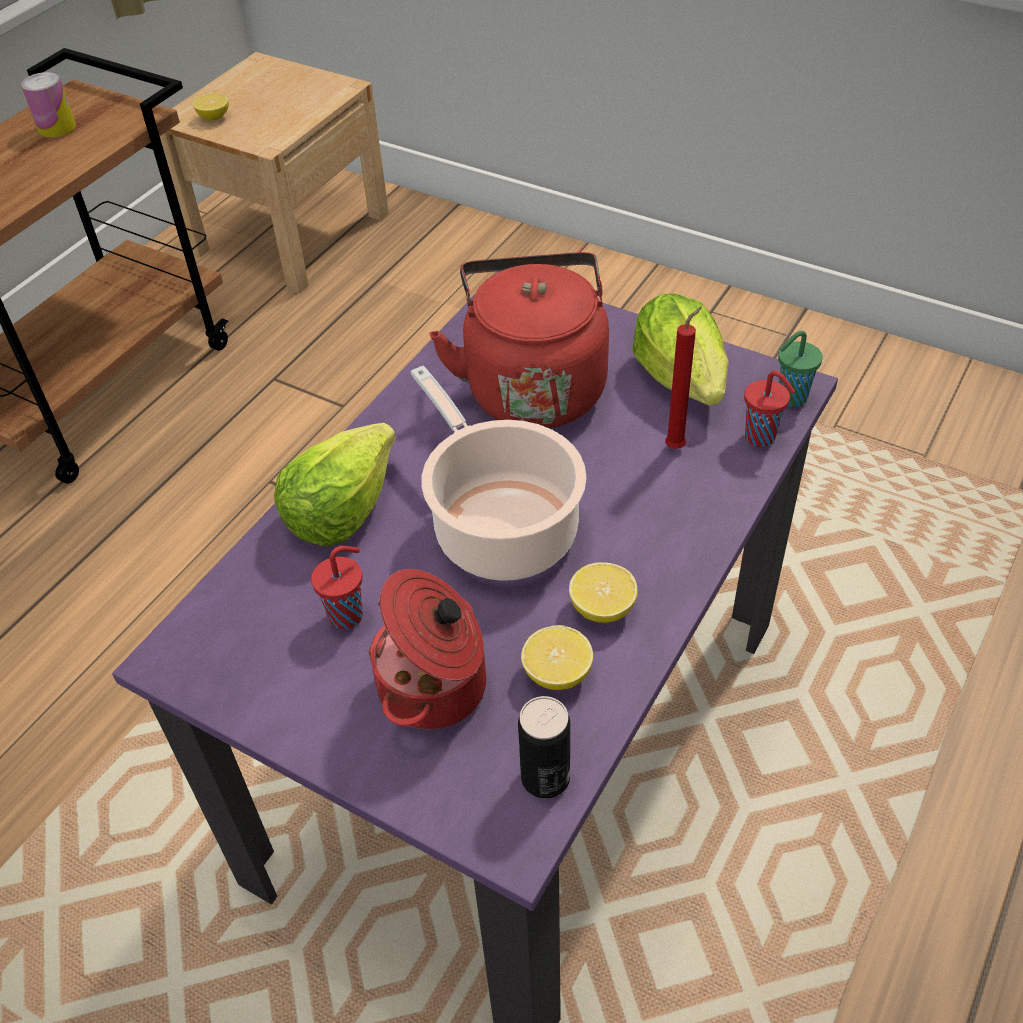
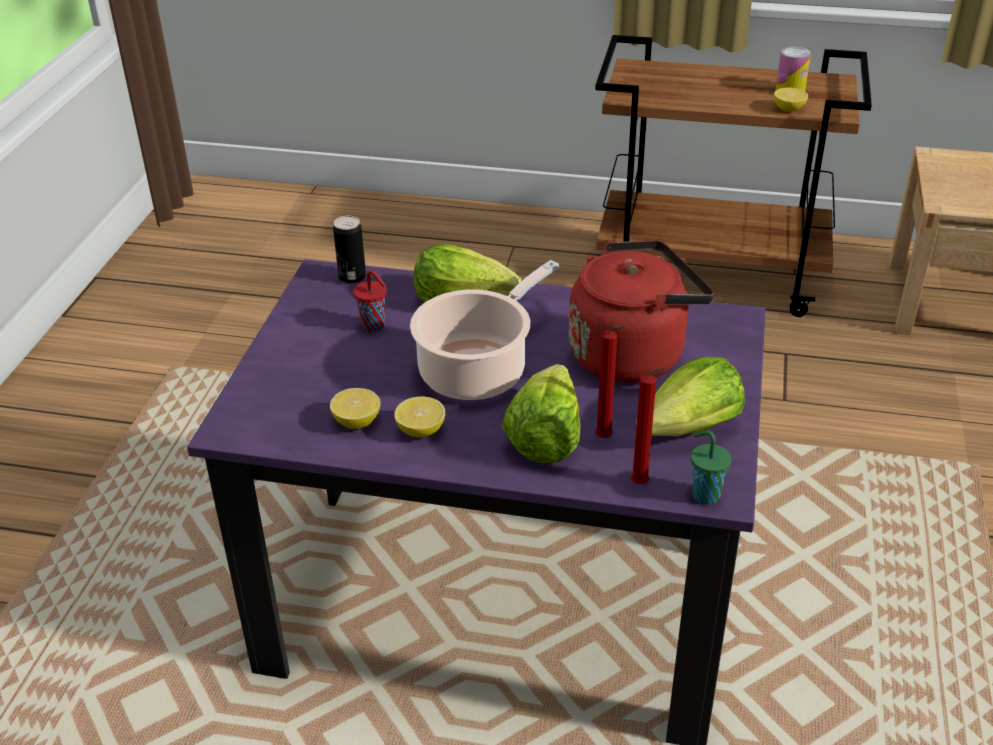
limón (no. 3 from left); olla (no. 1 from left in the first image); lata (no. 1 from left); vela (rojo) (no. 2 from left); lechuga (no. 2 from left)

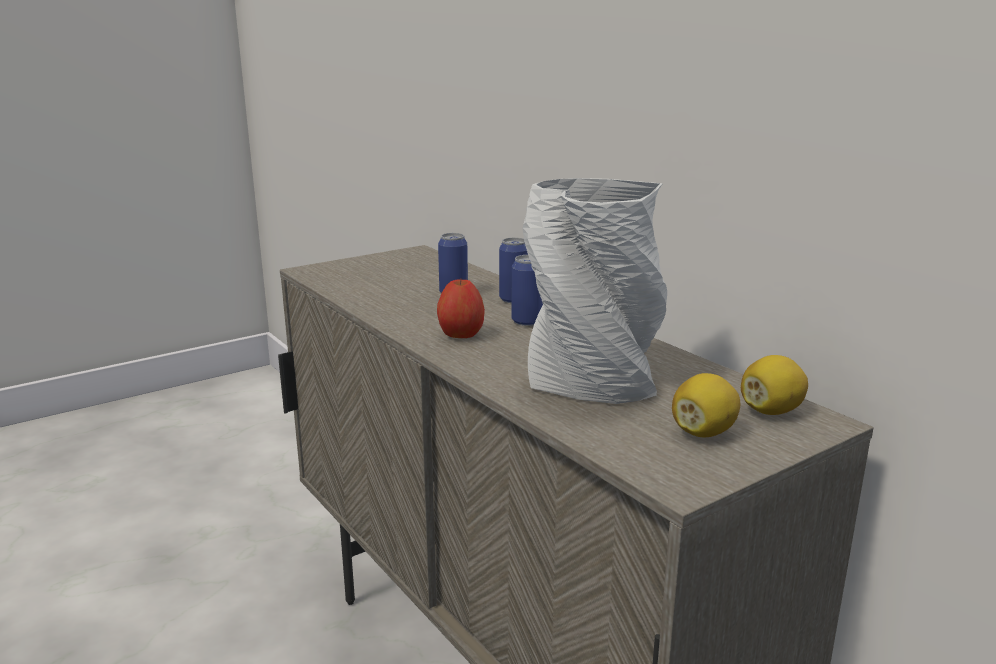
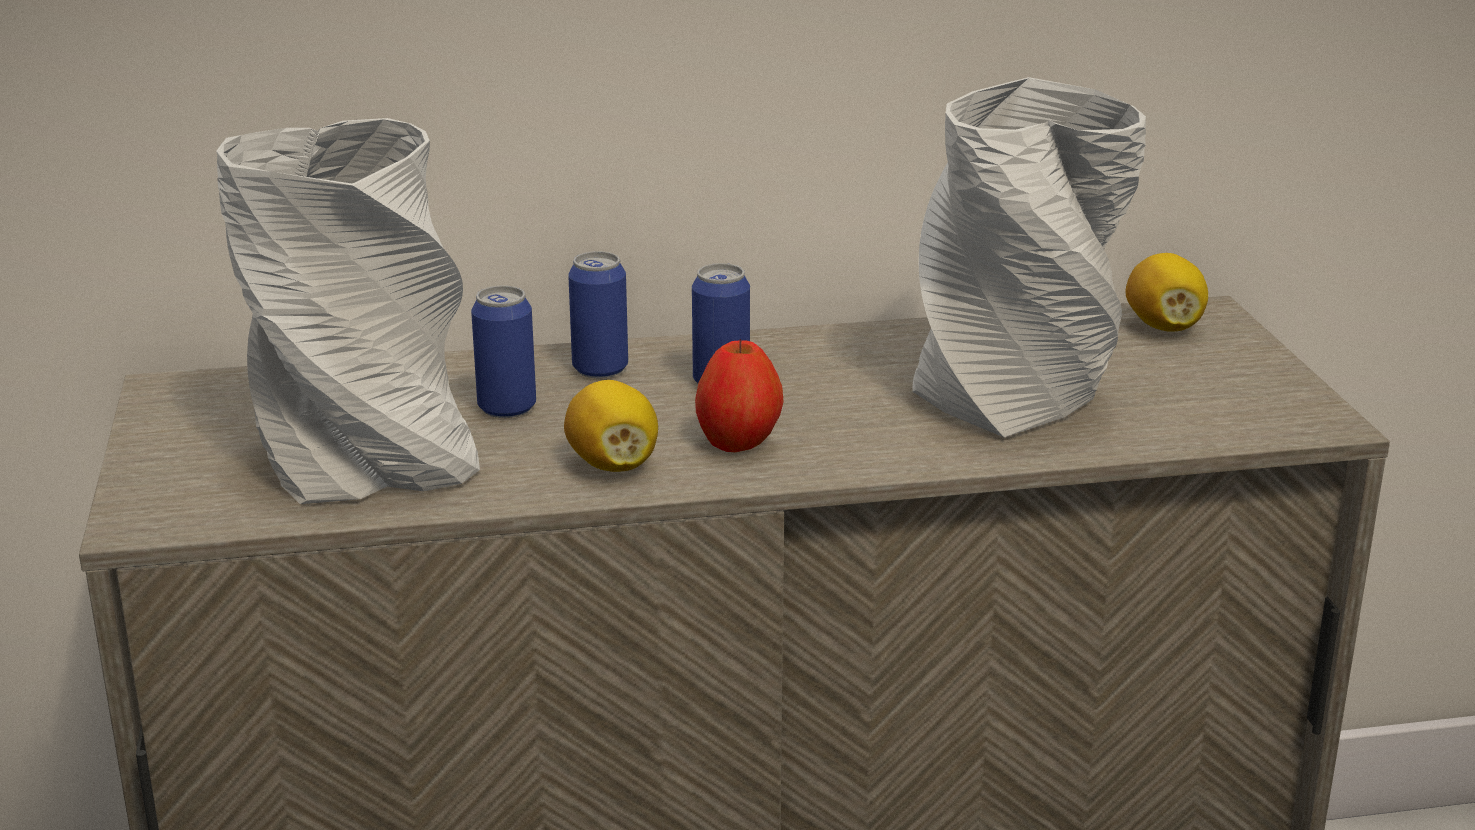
limón (no. 1 from left); florero (gris) (no. 1 from left)

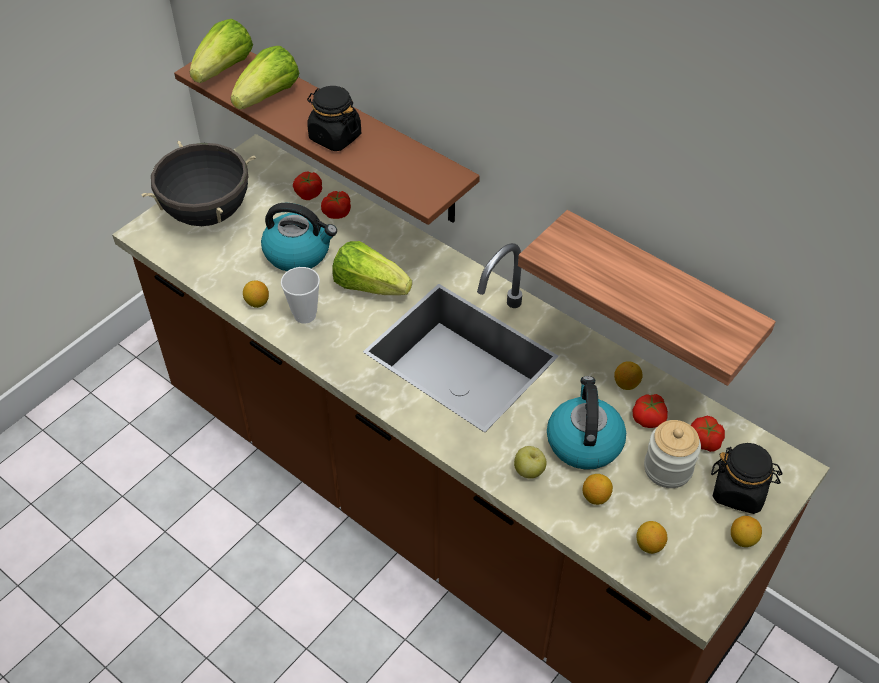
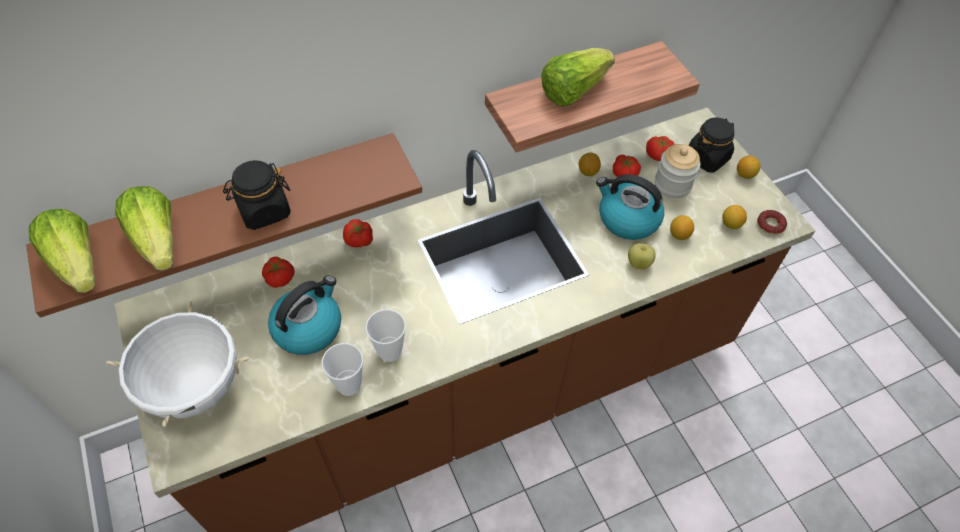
olla (blanco); taza (no. 1 from left); tomate (no. 2 from left); lechuga (no. 3 from left); rosquilla

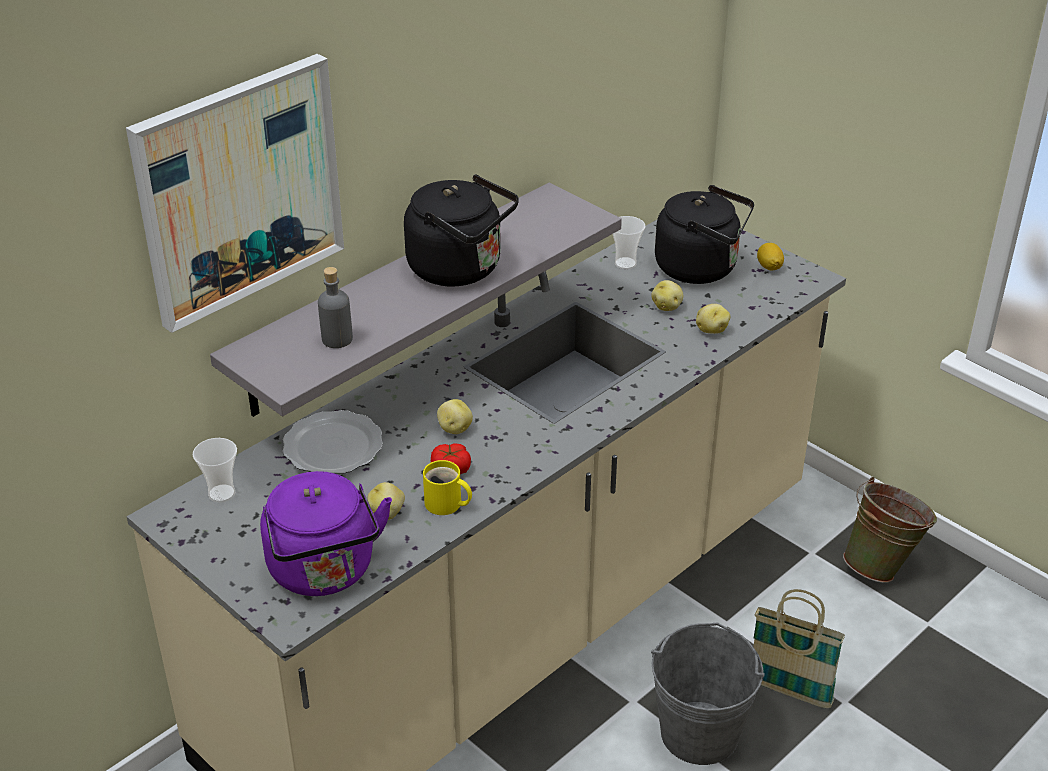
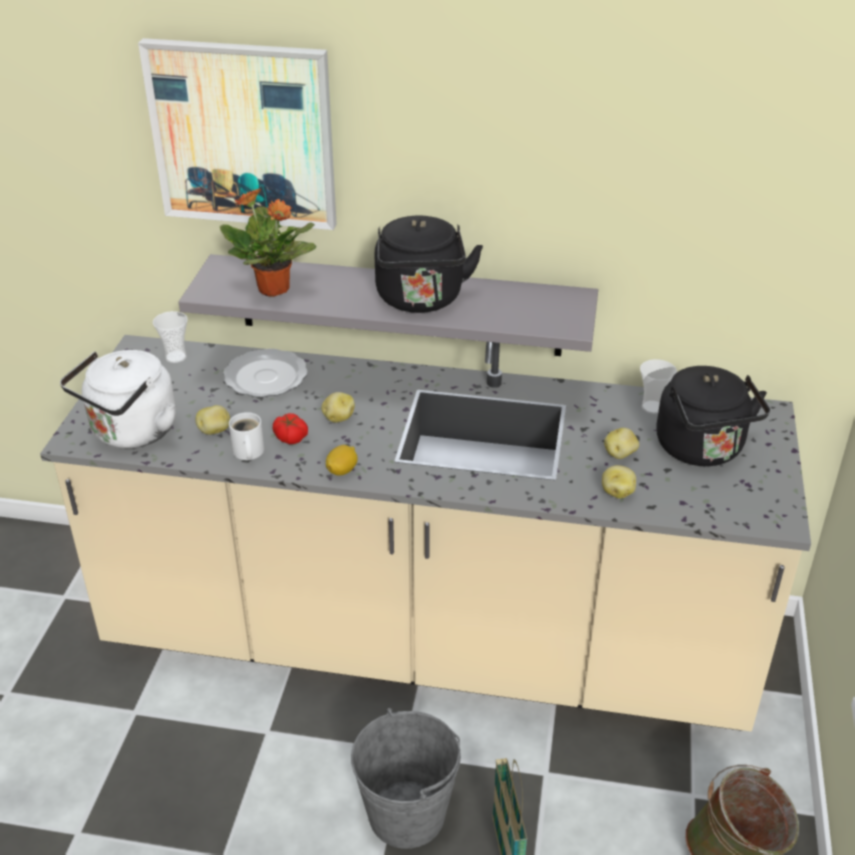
hervidor (blanco); planta en maceta; taza grande (blanco); limón

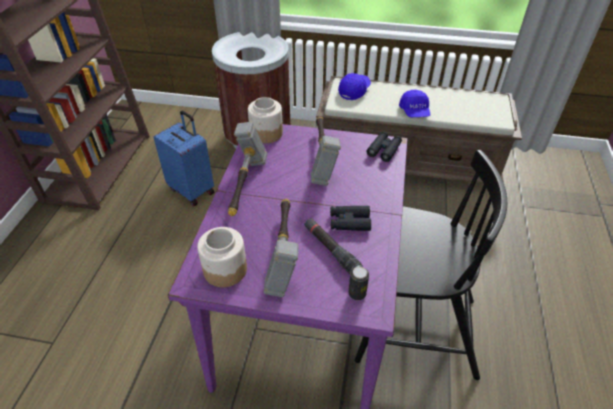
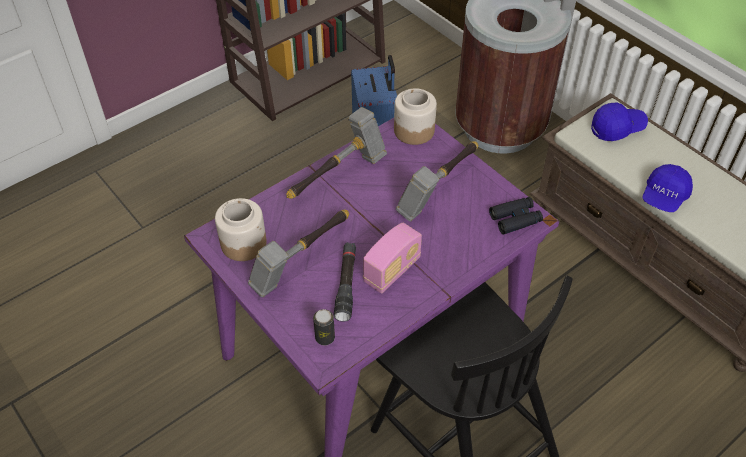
radio

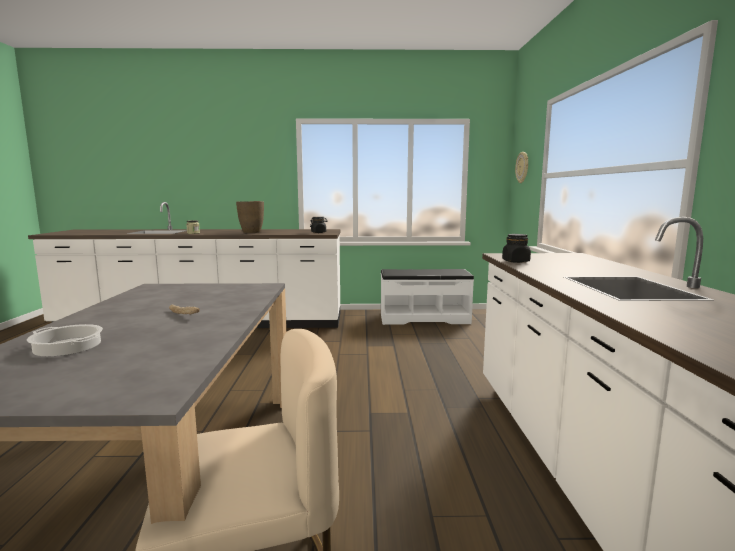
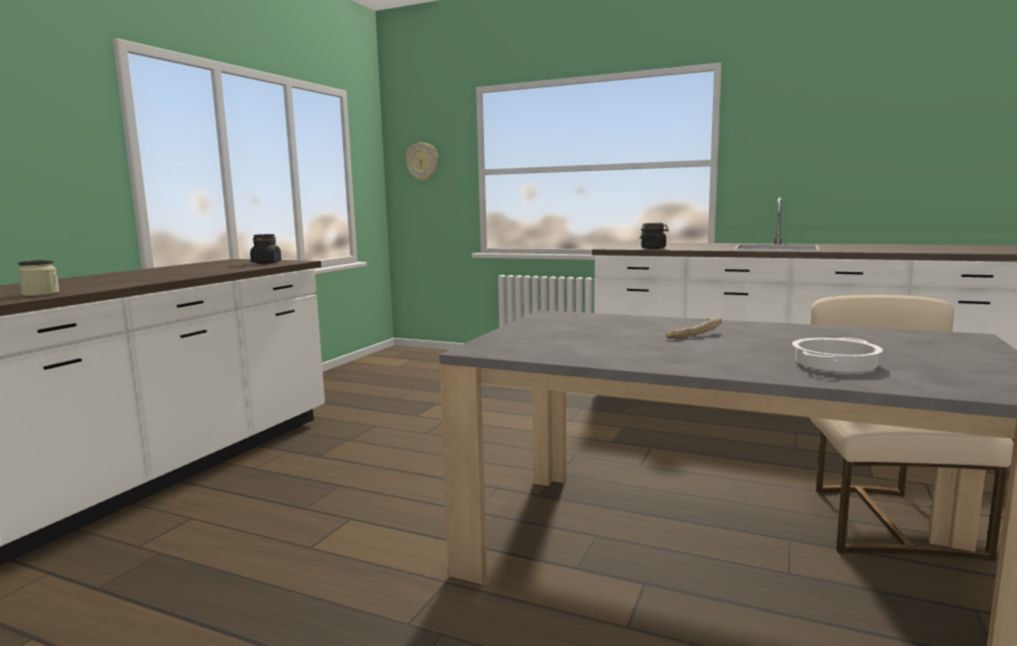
florero (marrón); banco (blanco)

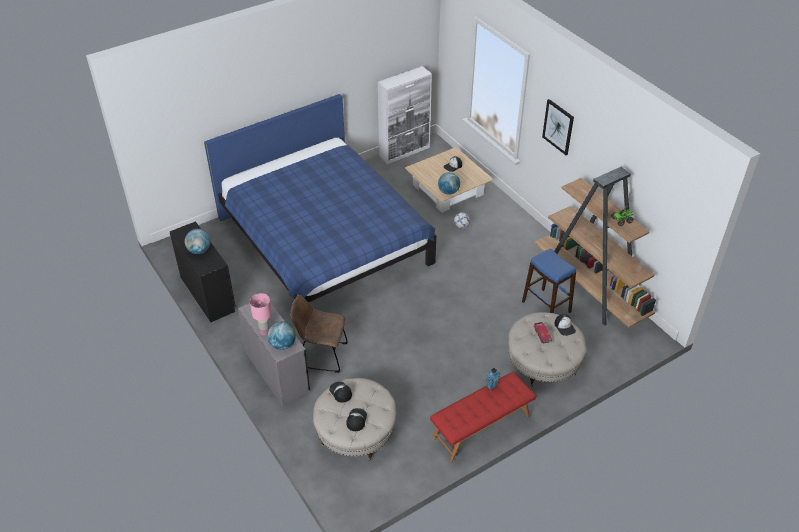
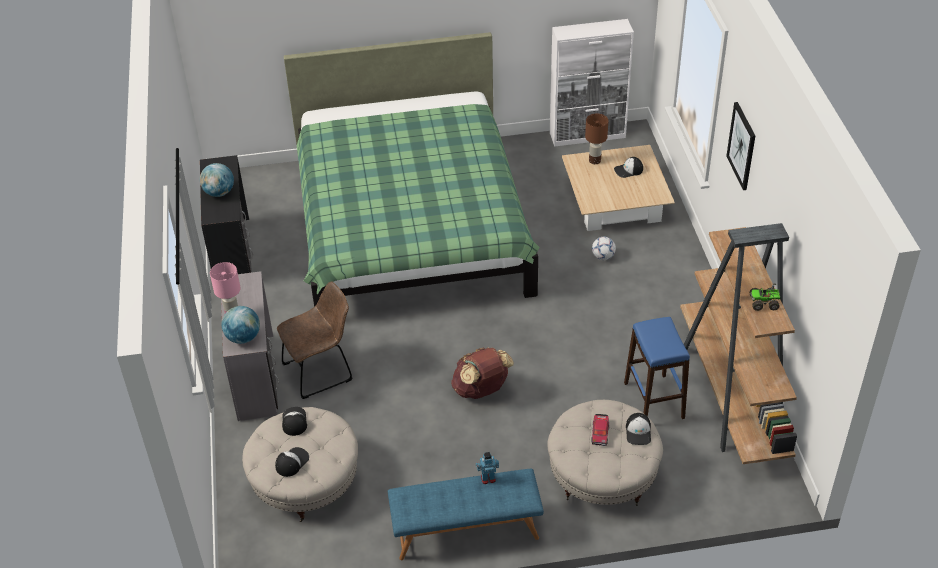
cama (verde); silla (marrón); banco (azul); globo terráqueo (no. 3 from left in the first image); mochila (marrón); lámpara de mesa (marrón)

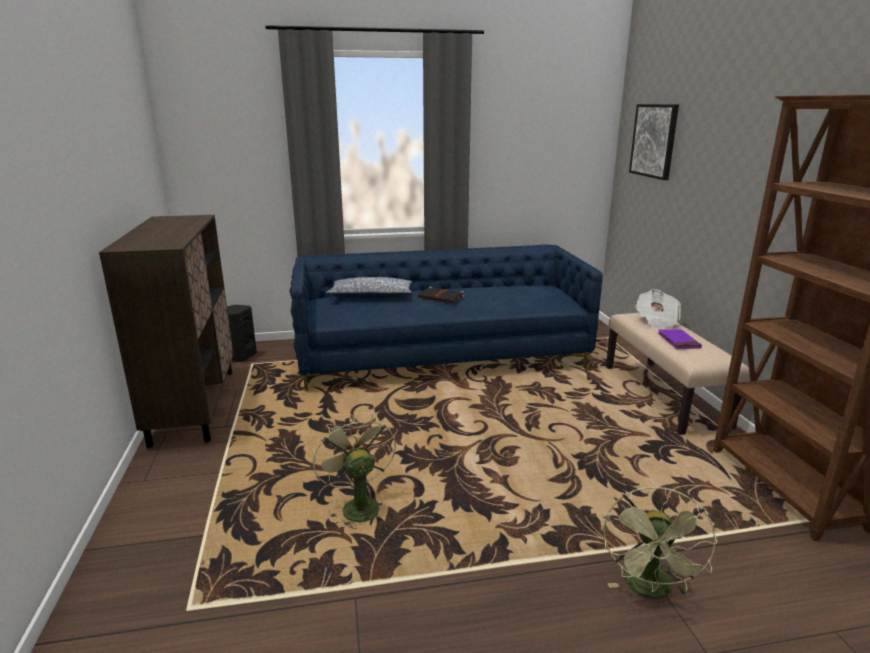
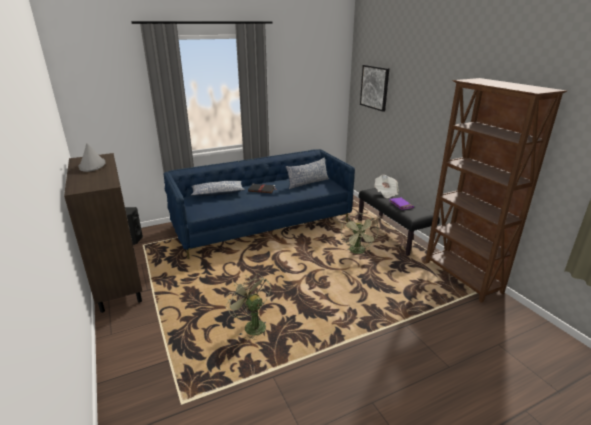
ventilador (verde) (no. 2 from left); banco (negro); sombrero (gris); cojín (no. 2 from left)

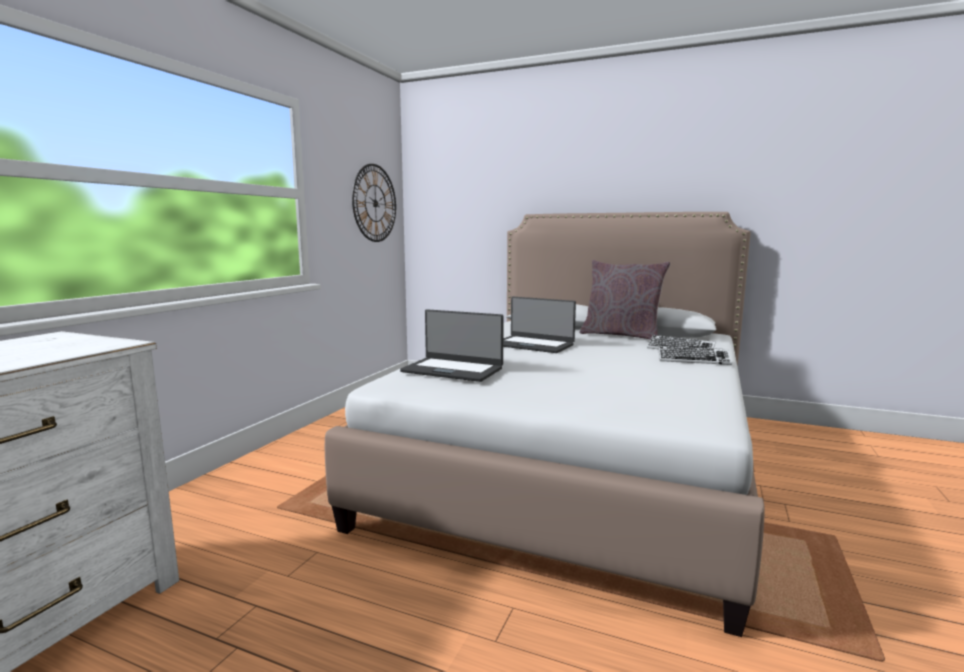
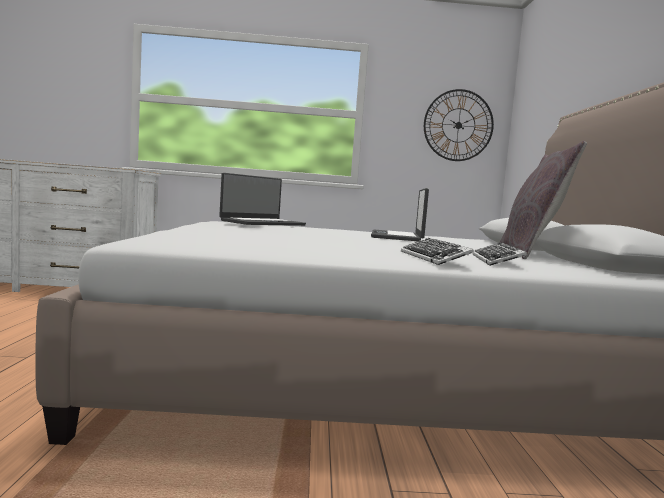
portátil (no. 1 from left)

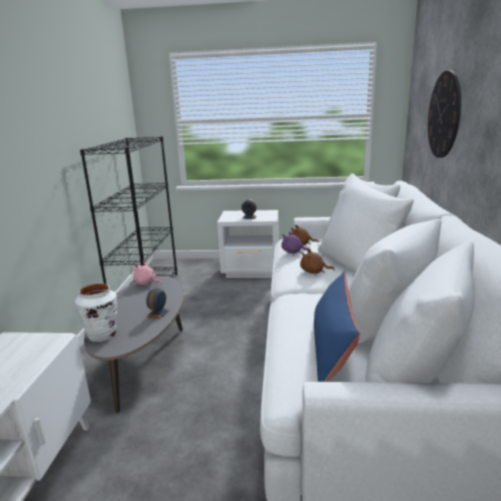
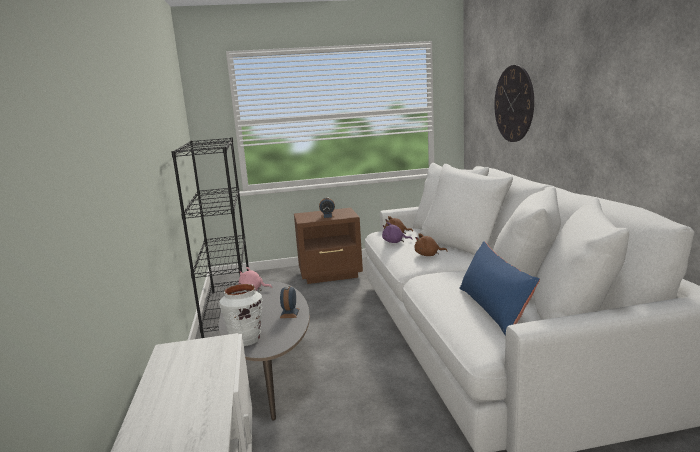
mesita de noche (marrón)

